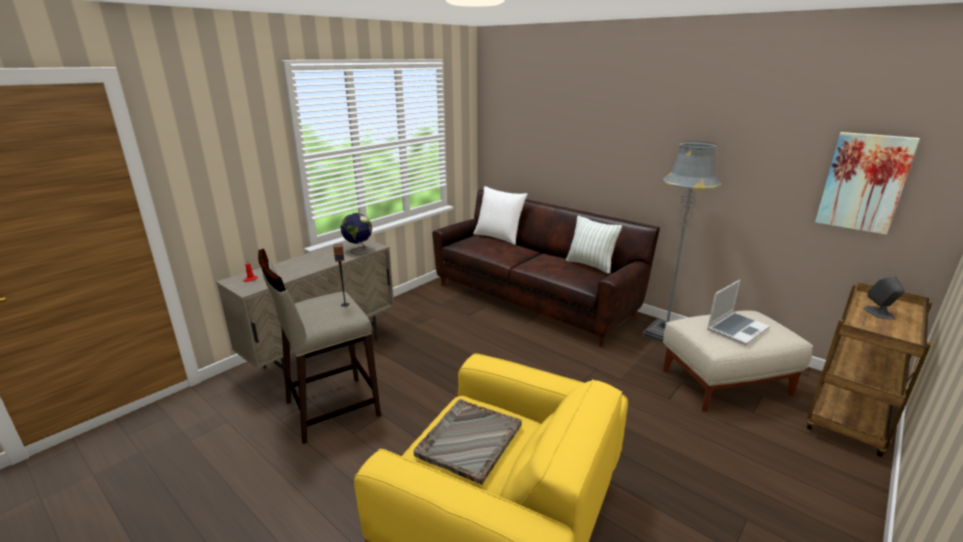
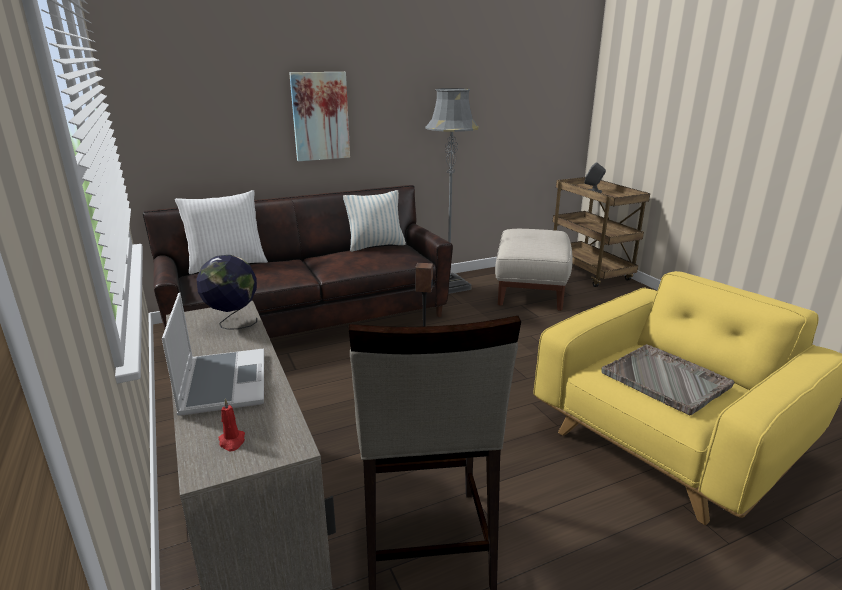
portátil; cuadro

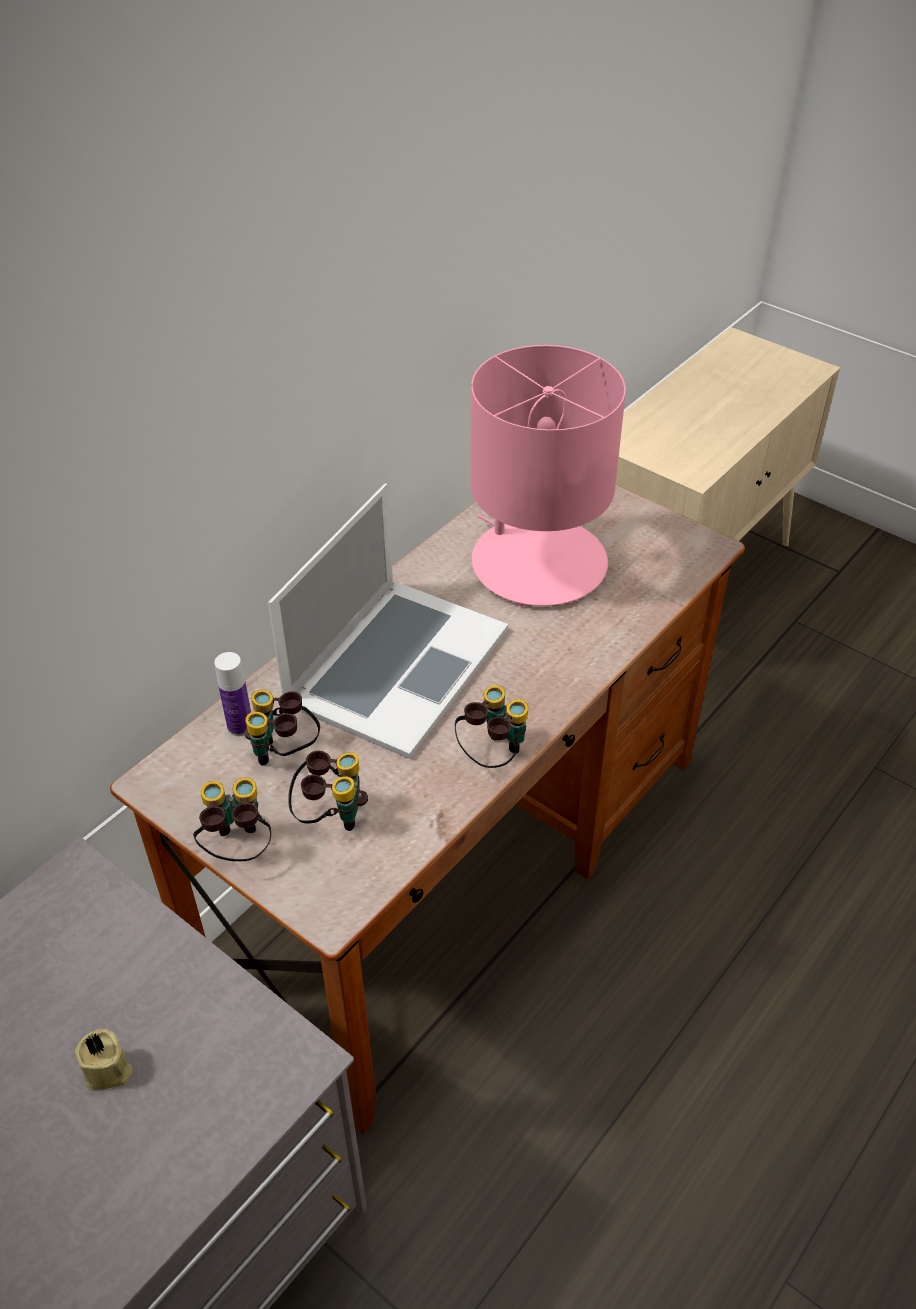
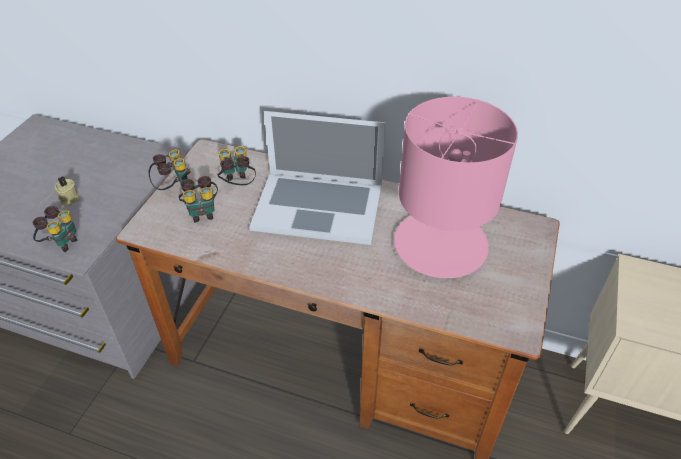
botella; prismáticos (no. 1 from left)

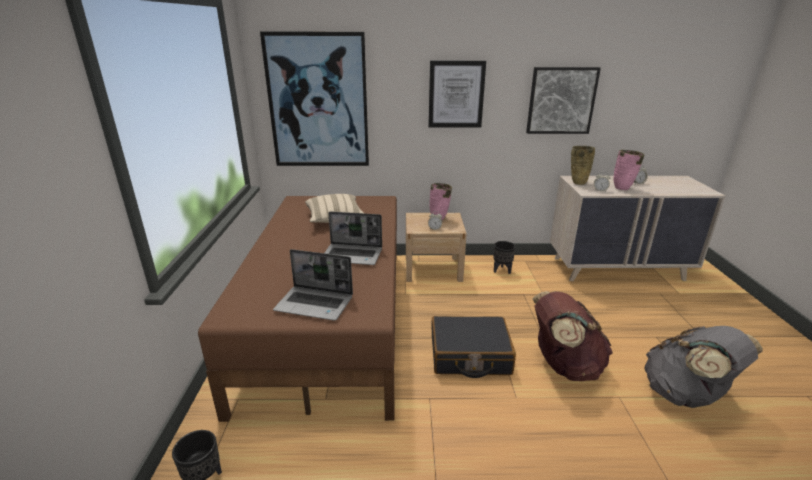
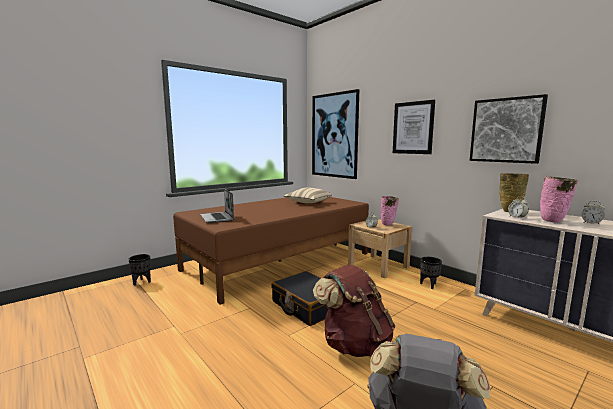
portátil (no. 2 from left in the first image)

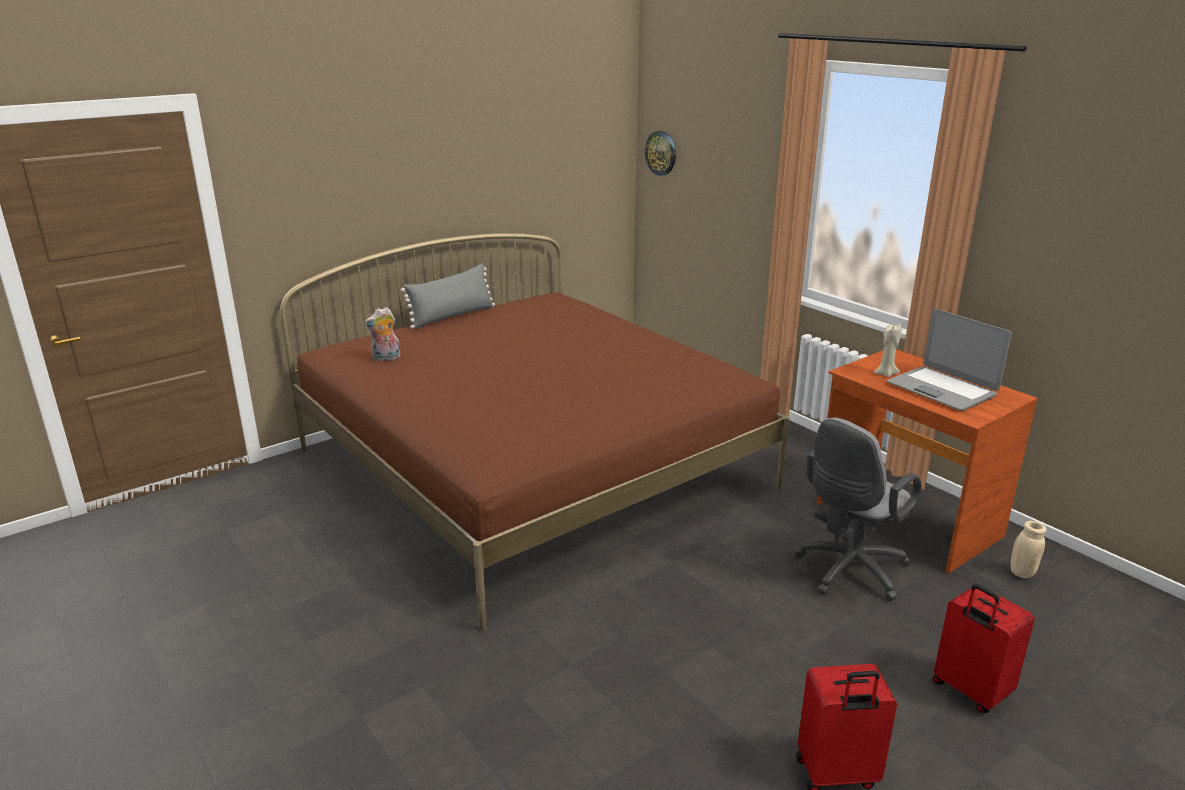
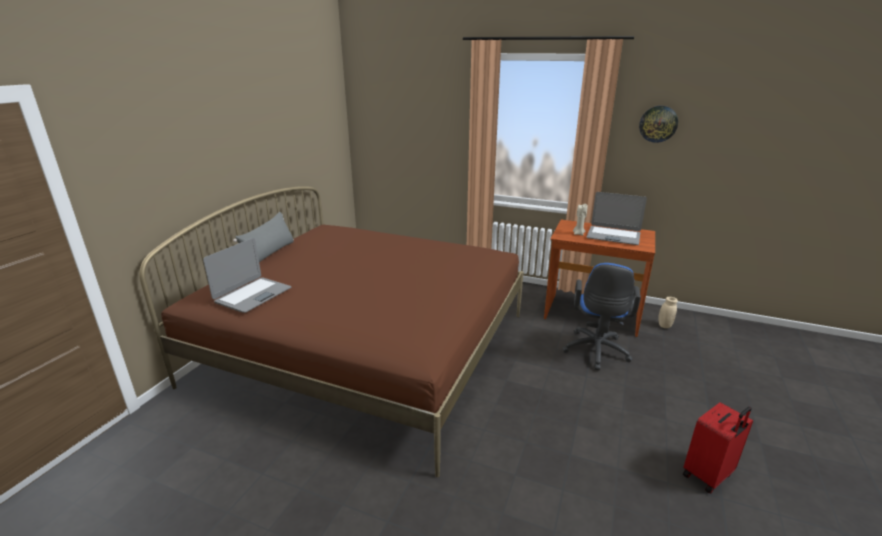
portátil (no. 1 from left); reloj de pared; silla de oficina (azul); maleta (rojo) (no. 2 from left in the first image)

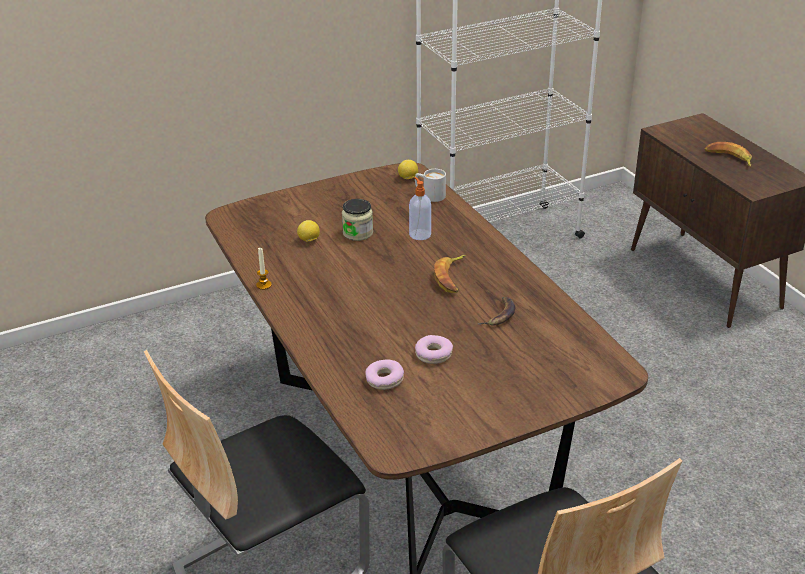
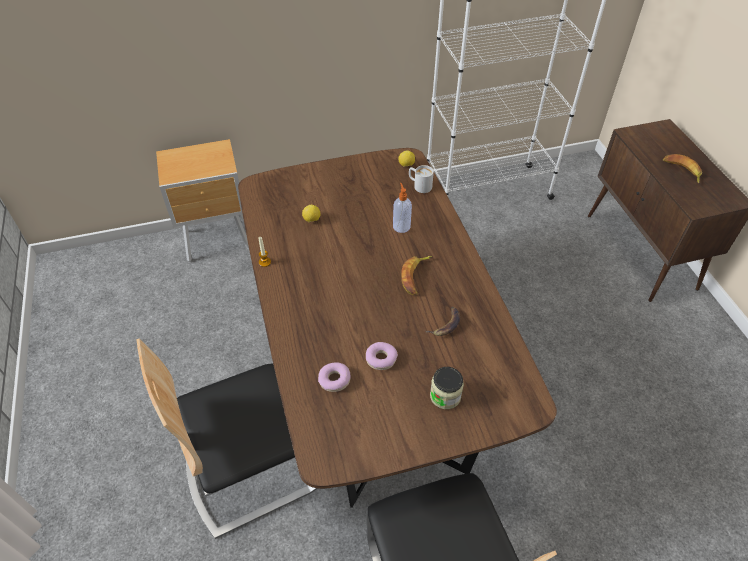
tarro; mesita de noche (marrón)

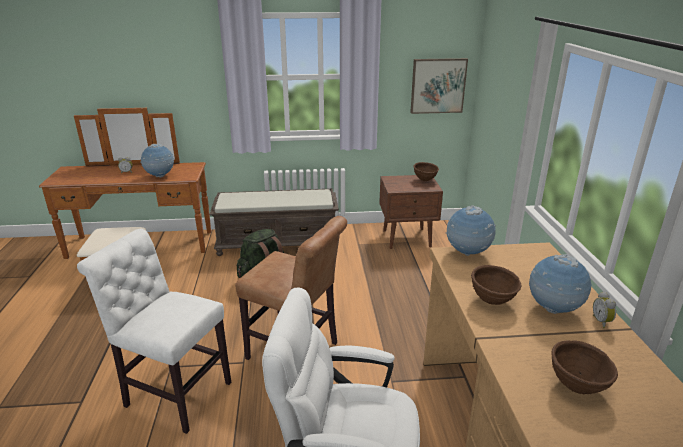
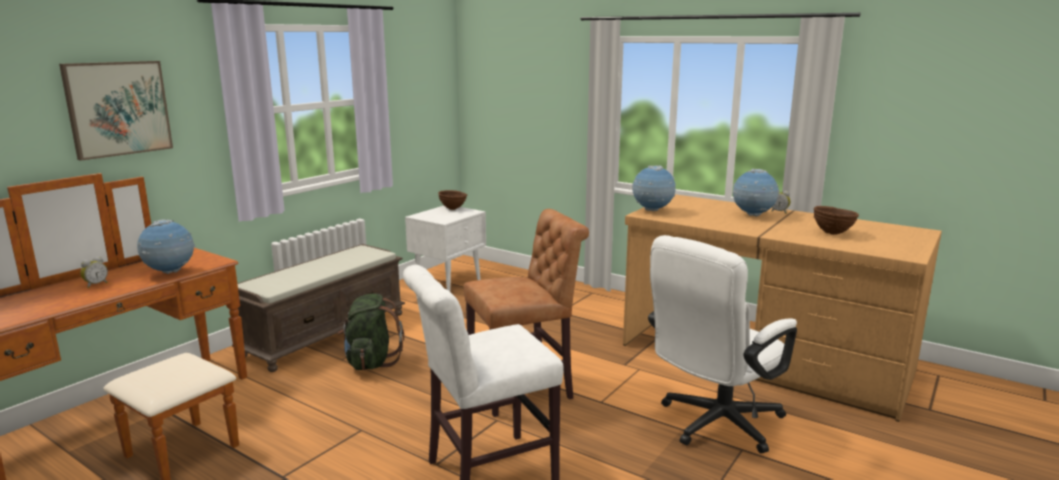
mesita de noche (blanco); cuadro; cuenco (marrón) (no. 2 from left in the first image)

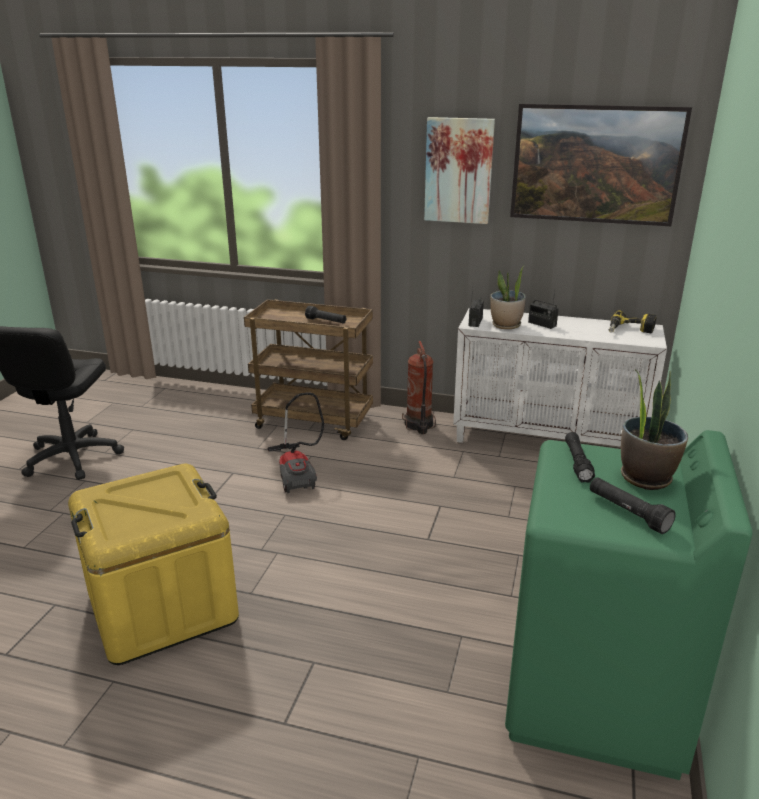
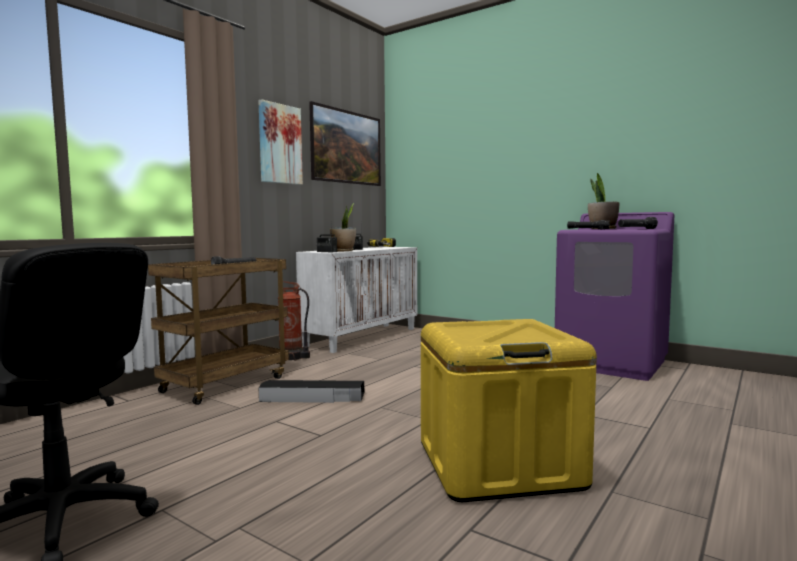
caja de almacenaje (negro); lavadora (morado)

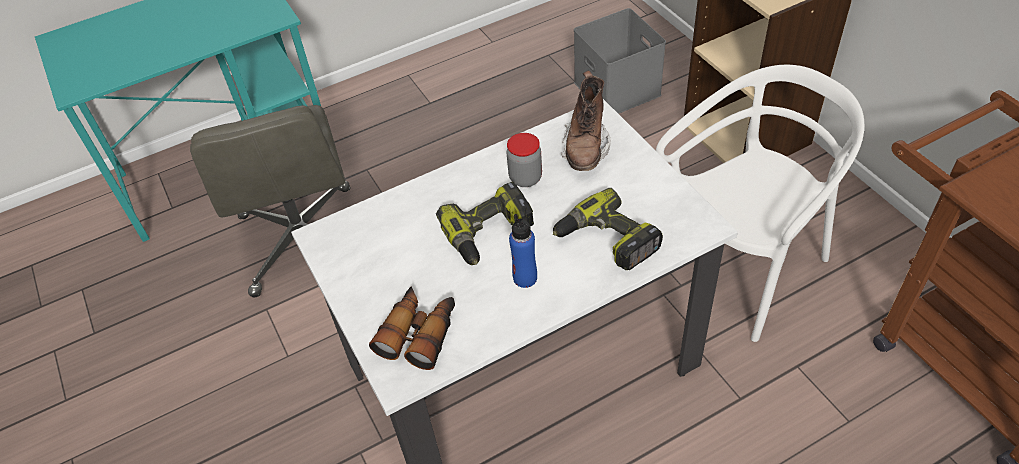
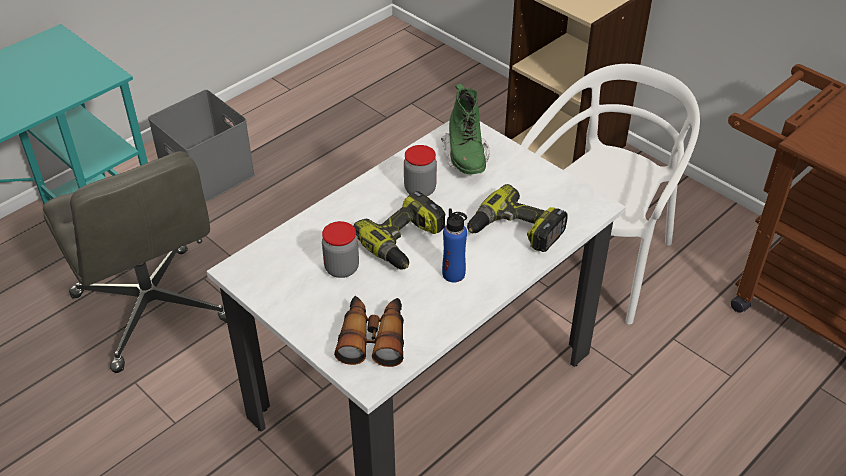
bota (verde); caja de almacenaje (gris); tarro (no. 1 from left)

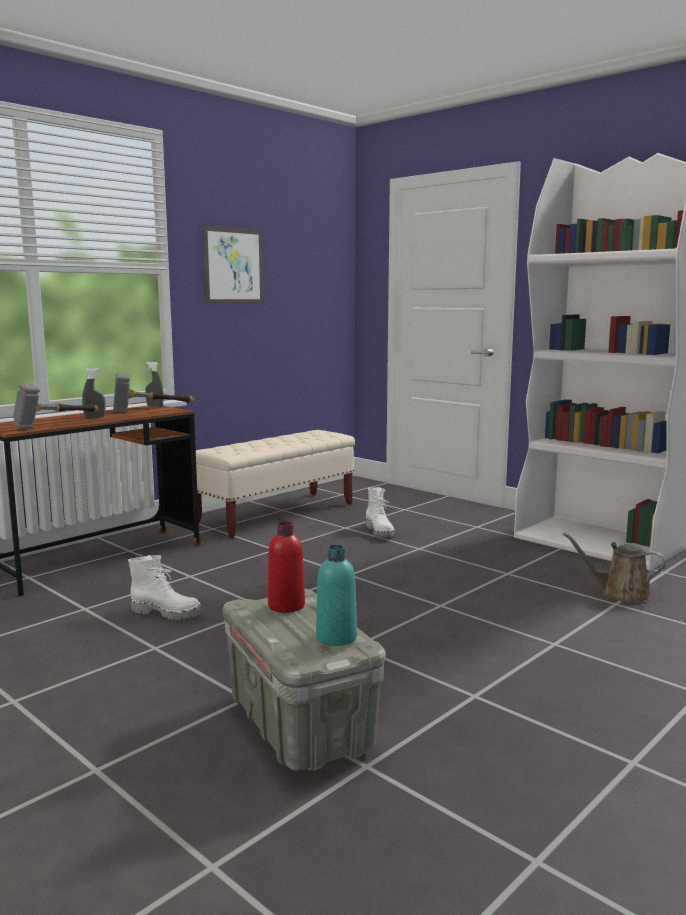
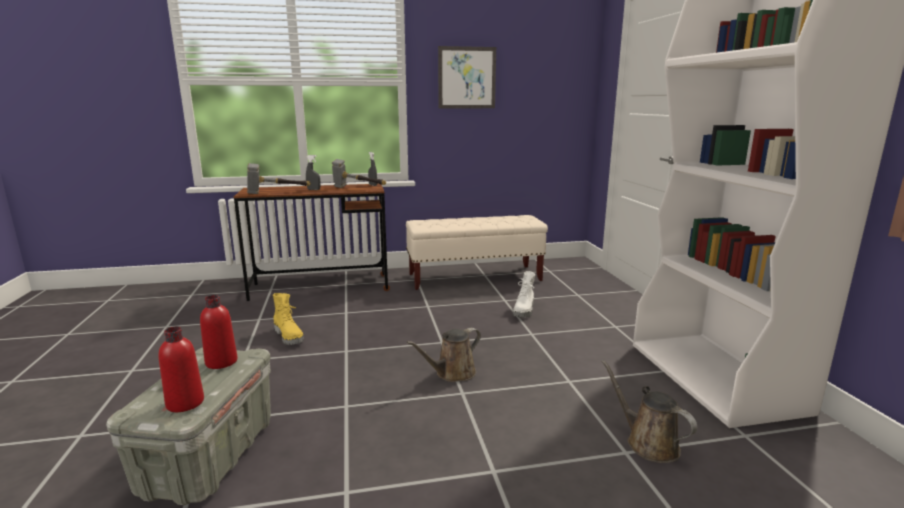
bota (amarillo); botella (rojo) (no. 1 from left); regadera (marrón) (no. 1 from left)

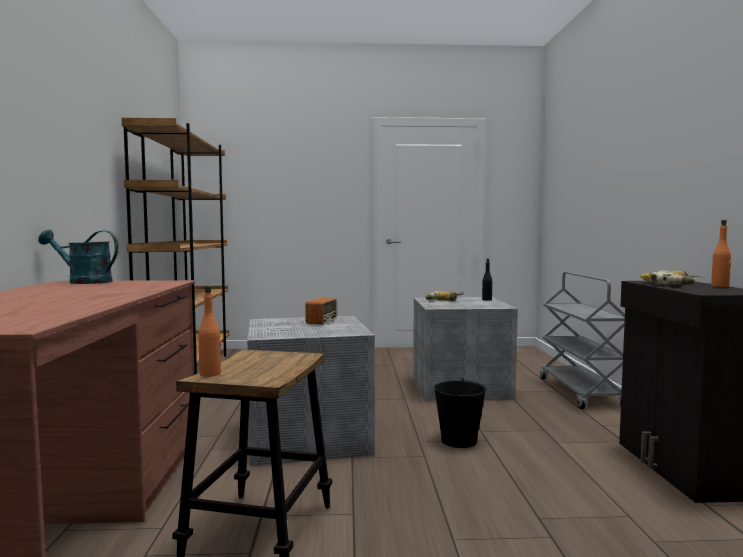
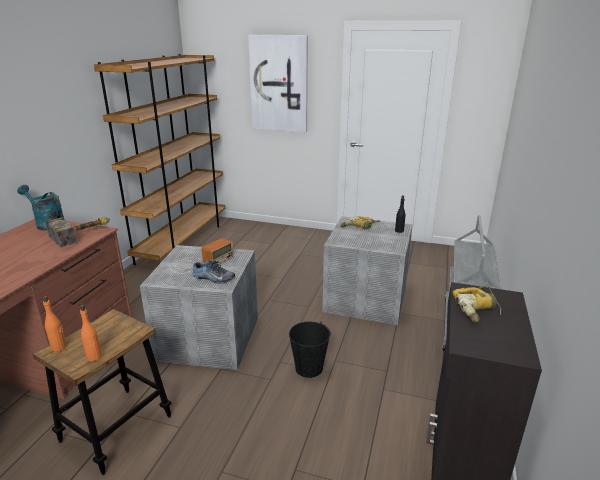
botella (naranja) (no. 2 from left); martillo; zapato; cuadro

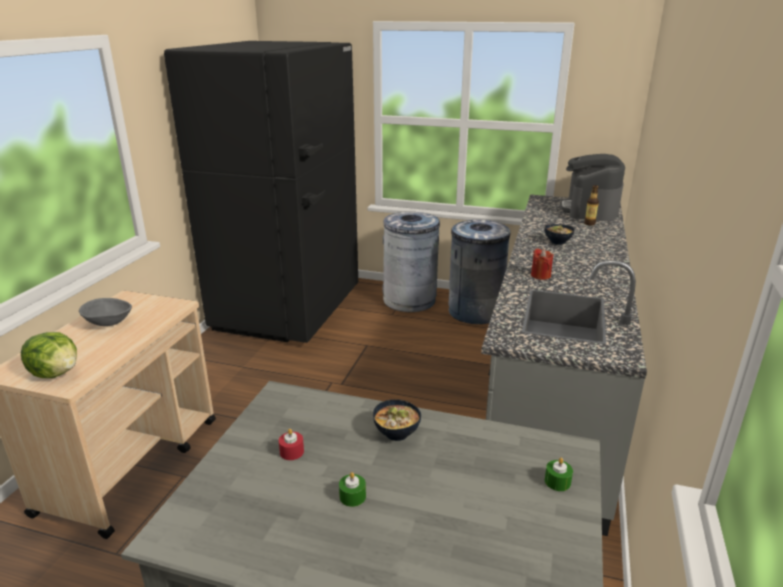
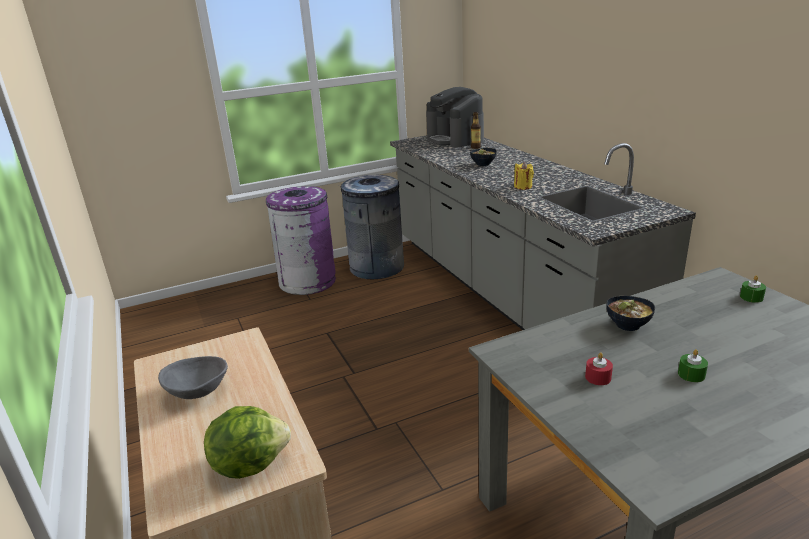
nevera (negro); papelera (morado); vela (amarillo)

